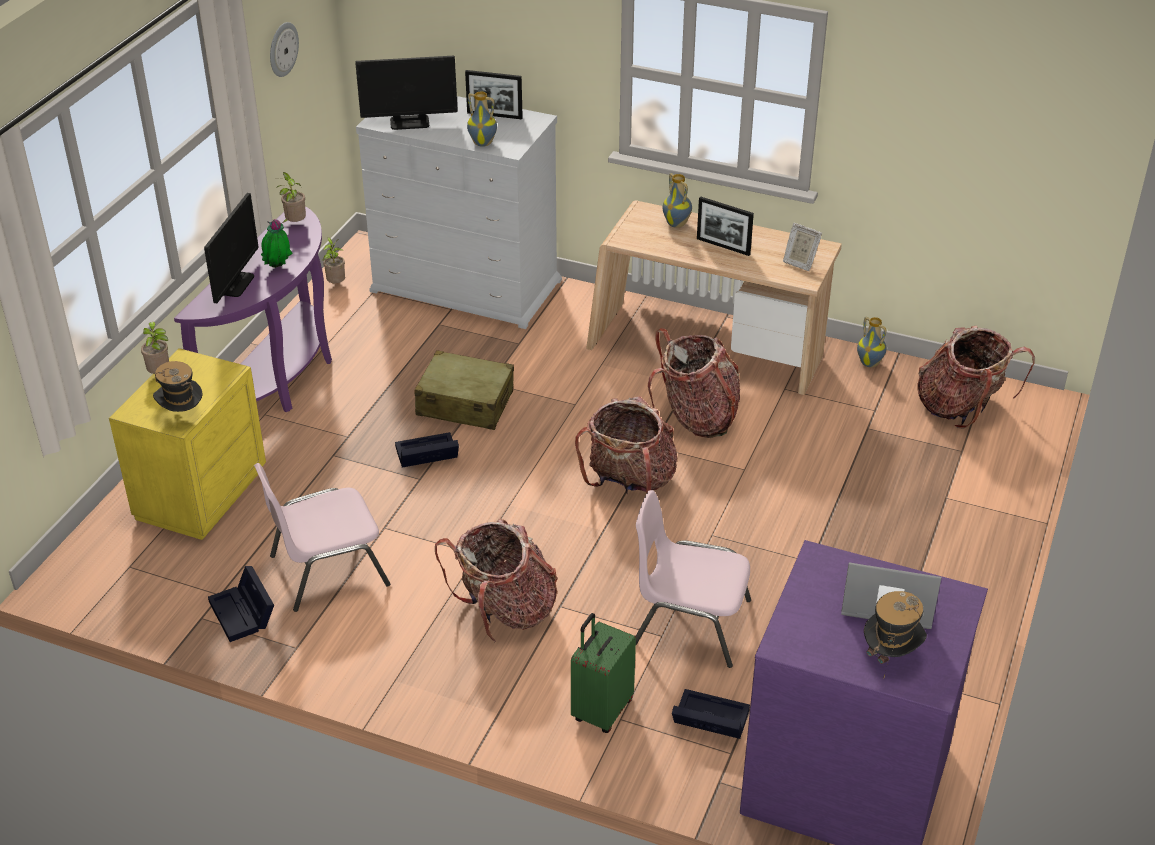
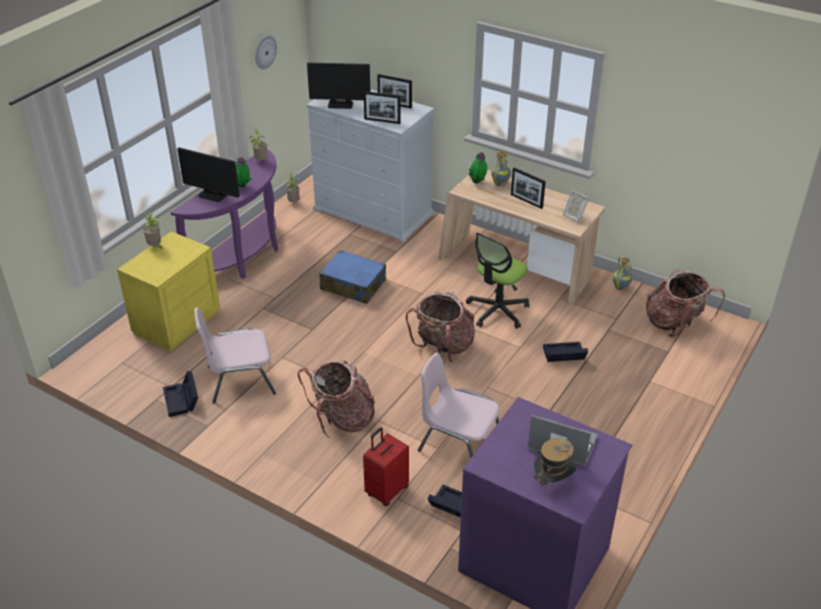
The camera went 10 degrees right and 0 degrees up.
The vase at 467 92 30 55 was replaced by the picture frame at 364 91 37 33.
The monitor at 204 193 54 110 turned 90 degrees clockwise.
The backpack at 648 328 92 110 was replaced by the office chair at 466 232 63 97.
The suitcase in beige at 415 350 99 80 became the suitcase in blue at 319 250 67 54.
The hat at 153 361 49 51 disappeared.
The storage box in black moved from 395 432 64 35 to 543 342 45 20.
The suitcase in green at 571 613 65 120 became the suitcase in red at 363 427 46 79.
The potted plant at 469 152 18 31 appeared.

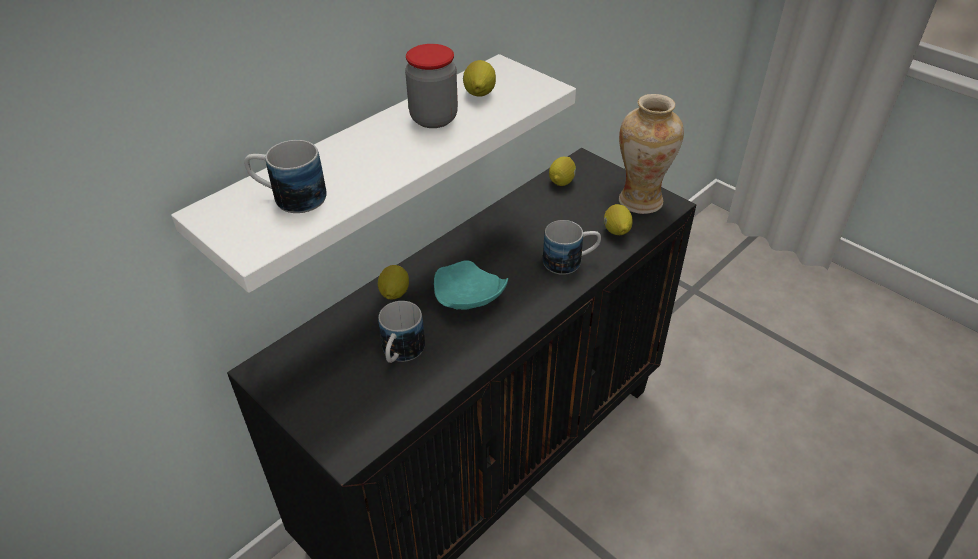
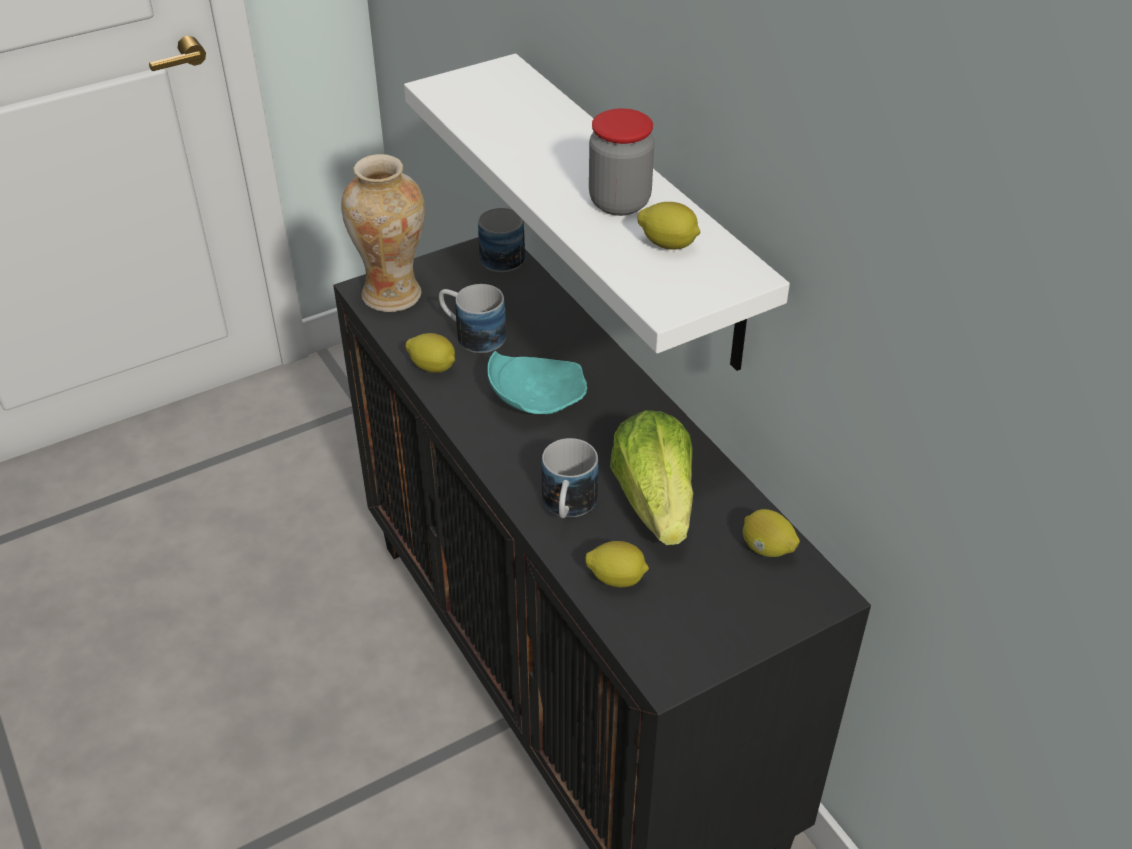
The camera went 105 degrees right and 0 degrees up.
The vase moved from 619 94 65 120 to 341 154 84 158.
The mug moved from 244 140 83 73 to 478 208 47 64.
The lemon moved from 378 265 31 34 to 405 333 50 40.
The lettuce at 610 410 83 135 appeared.

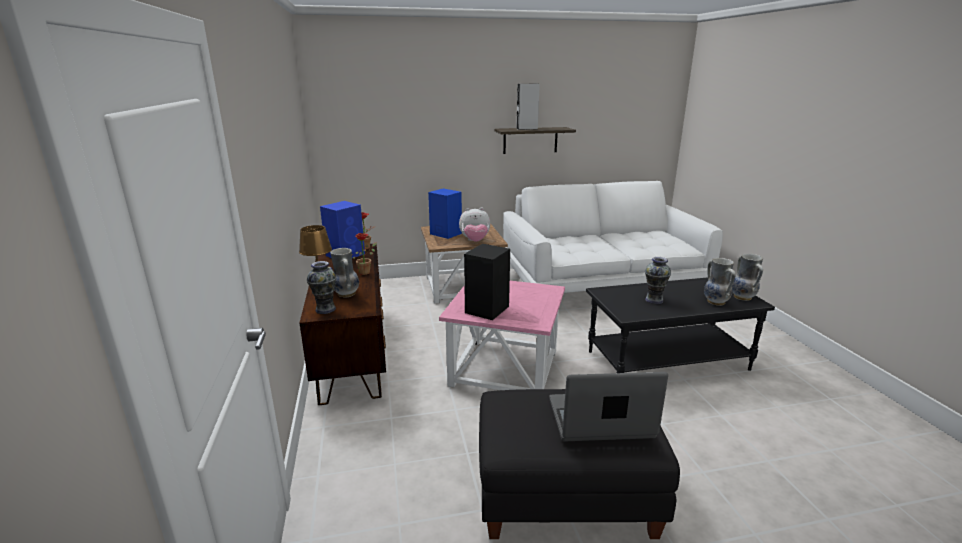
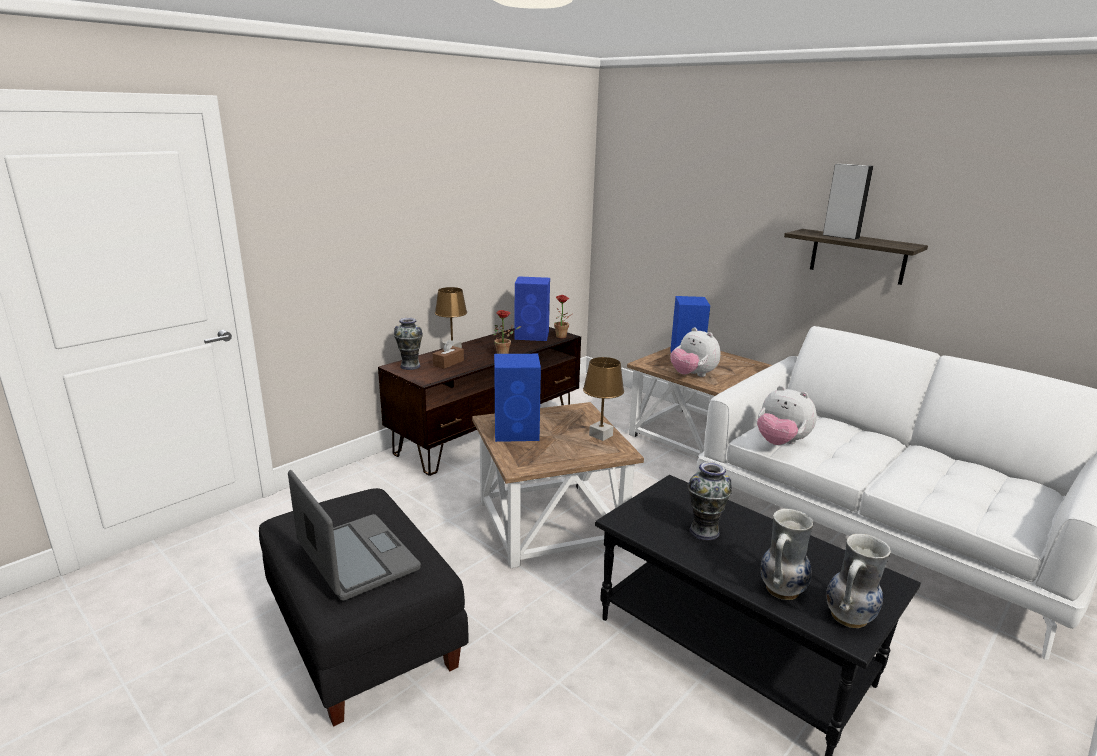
The camera went 55 degrees right and 0 degrees up.
The speaker in black at 464 244 46 76 became the speaker in blue at 494 354 47 88.
The vase at 330 248 29 49 was replaced by the tissue box in brown at 433 340 31 29.
The side table in pink at 439 281 126 109 became the side table in brown at 472 402 172 166.
The table lamp in brown at 583 357 41 84 appeared.
The plush toy at 757 386 60 59 appeared.

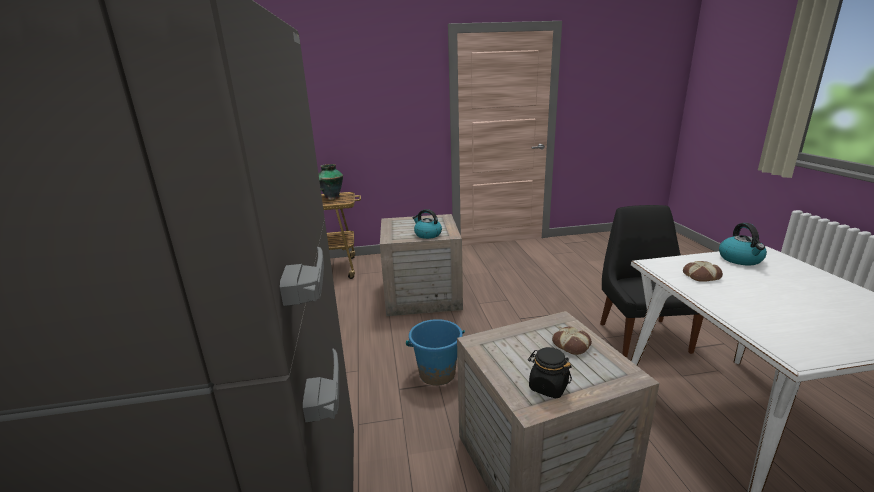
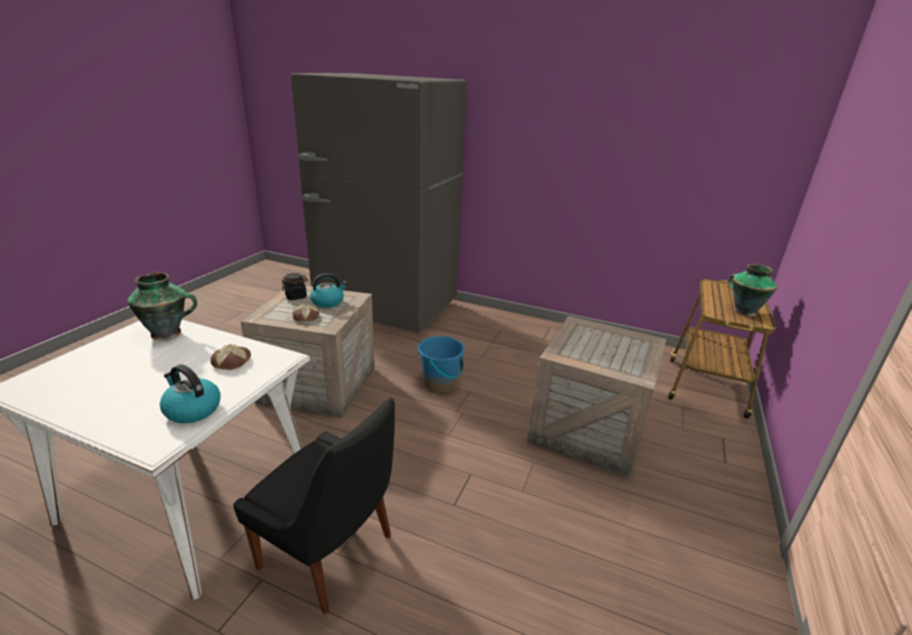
The camera went 120 degrees right and 5 degrees up.
The kettle moved from 413 209 29 30 to 310 273 38 35.
The vase at 127 273 70 67 appeared.

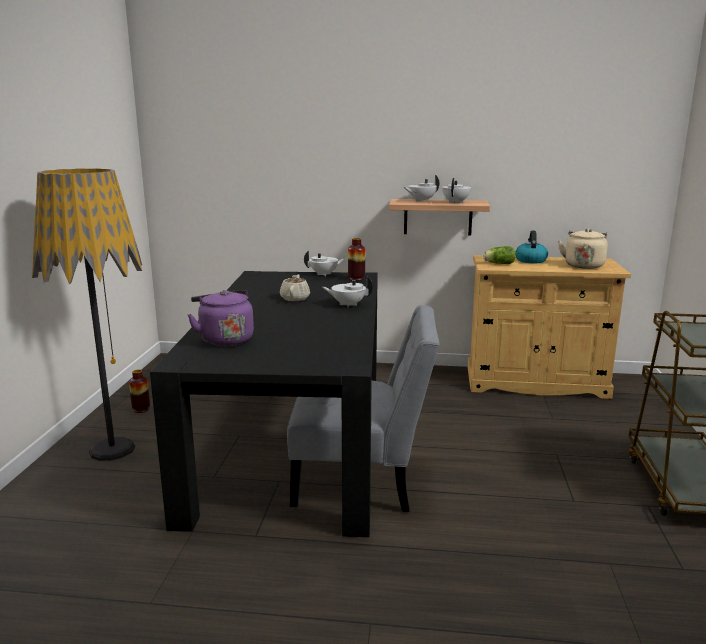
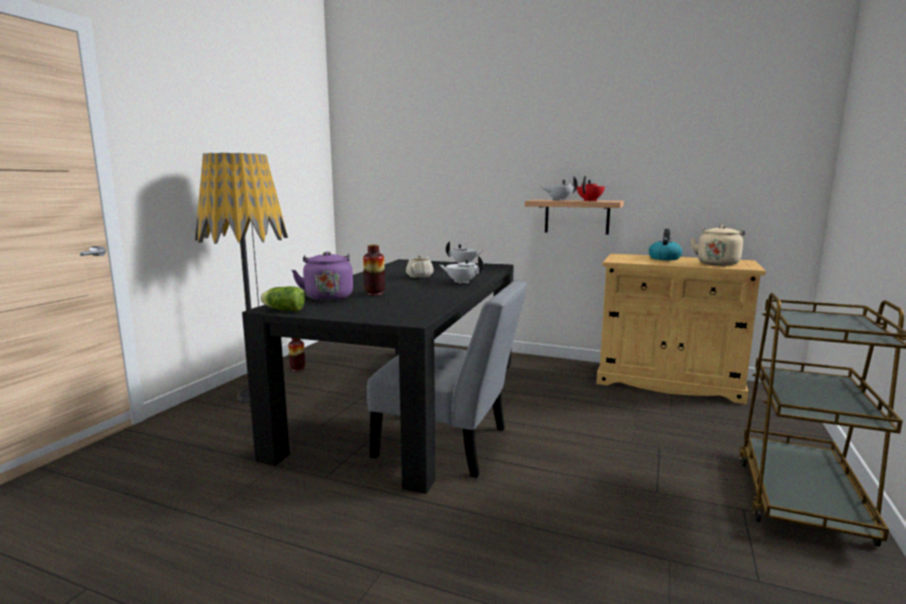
The camera went 15 degrees right and 5 degrees down.
The teapot in white at 442 178 29 26 became the teapot in red at 577 176 28 25.
The vase moved from 348 238 17 43 to 363 245 22 51.
The lettuce moved from 483 246 33 18 to 261 286 44 25.

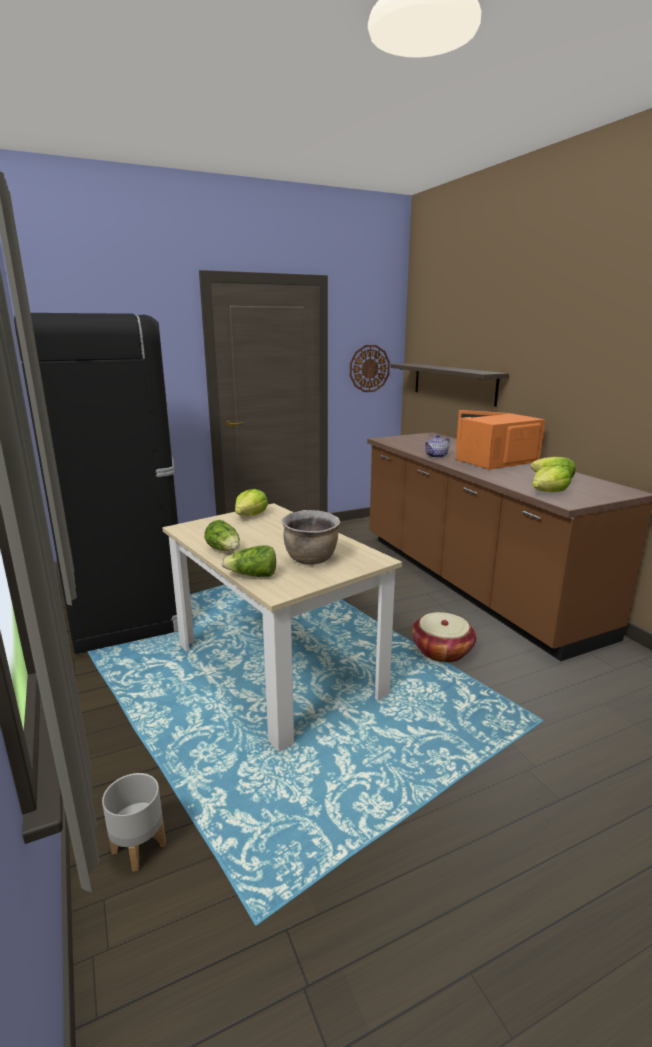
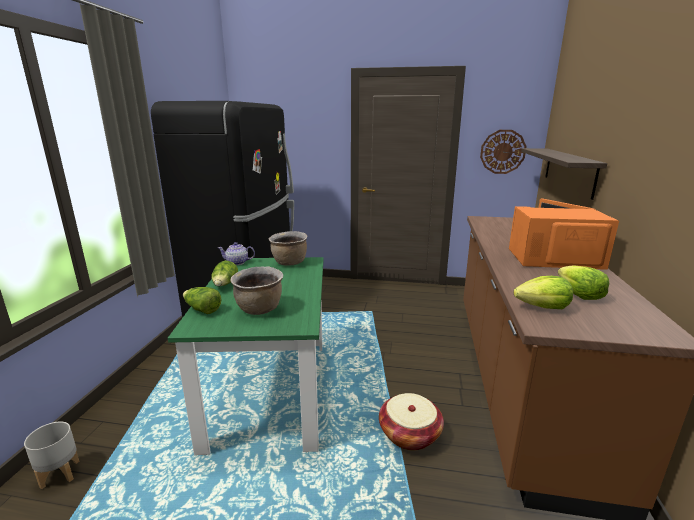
The camera went 35 degrees right and 0 degrees up.
The teapot moved from 424 435 26 23 to 218 242 37 23.
The lettuce at 235 489 33 27 was replaced by the cooking pot in brown at 269 231 38 35.
The dining table in beige at 162 503 240 249 became the dining table in green at 168 257 155 198.

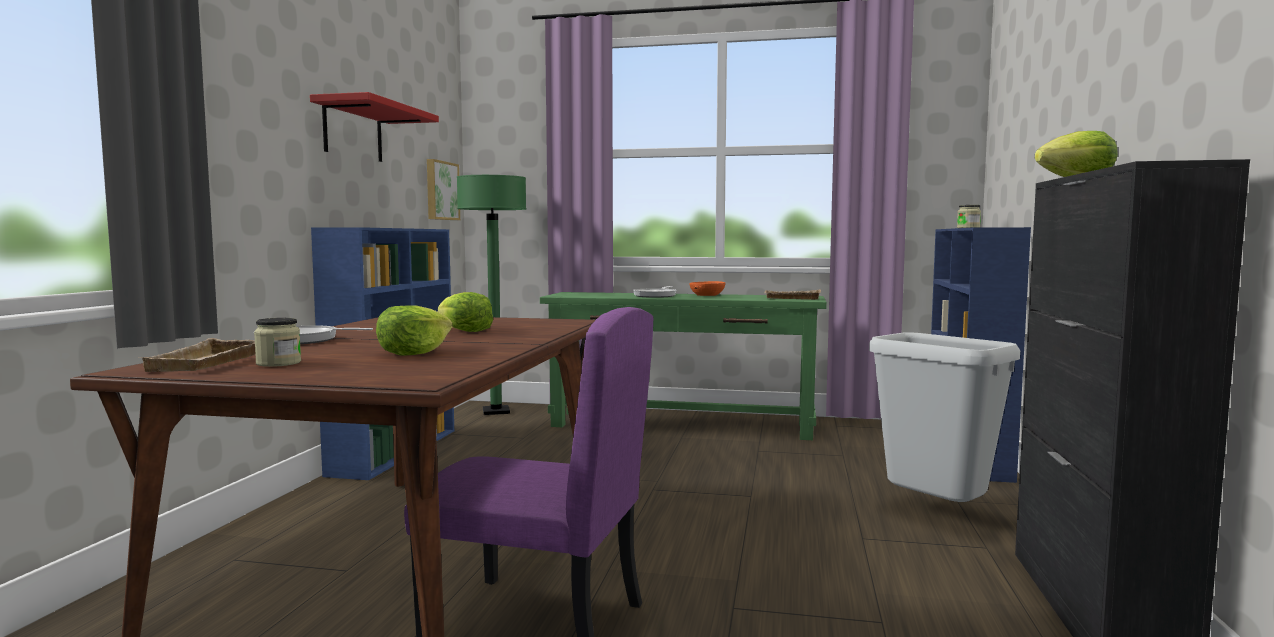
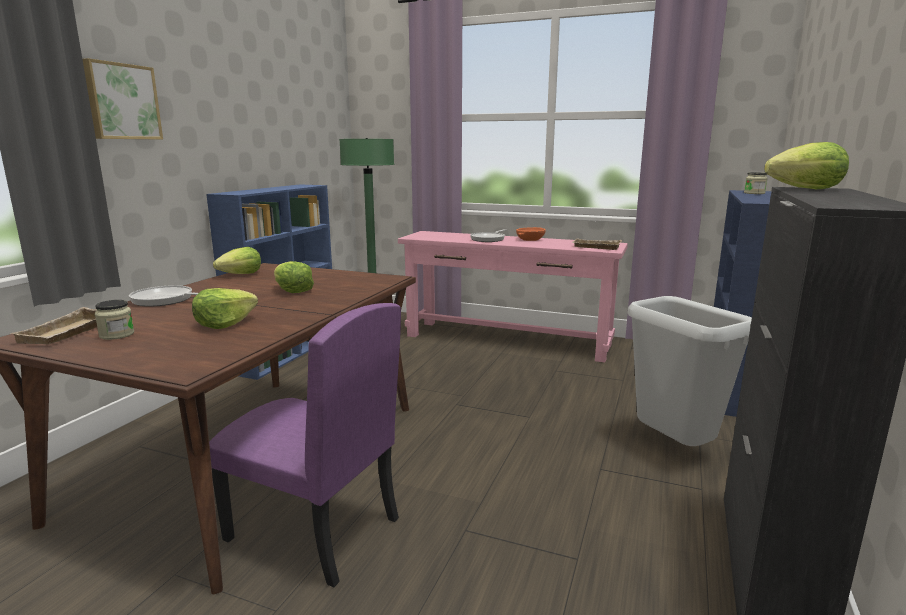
The camera went 10 degrees right and 10 degrees up.
The shelf in red at 310 92 129 70 disappeared.
The picture moved from 427 159 33 61 to 82 58 81 81.
The console table in green at 540 292 287 148 became the console table in pink at 398 231 230 132.
The lettuce at 213 247 48 27 appeared.

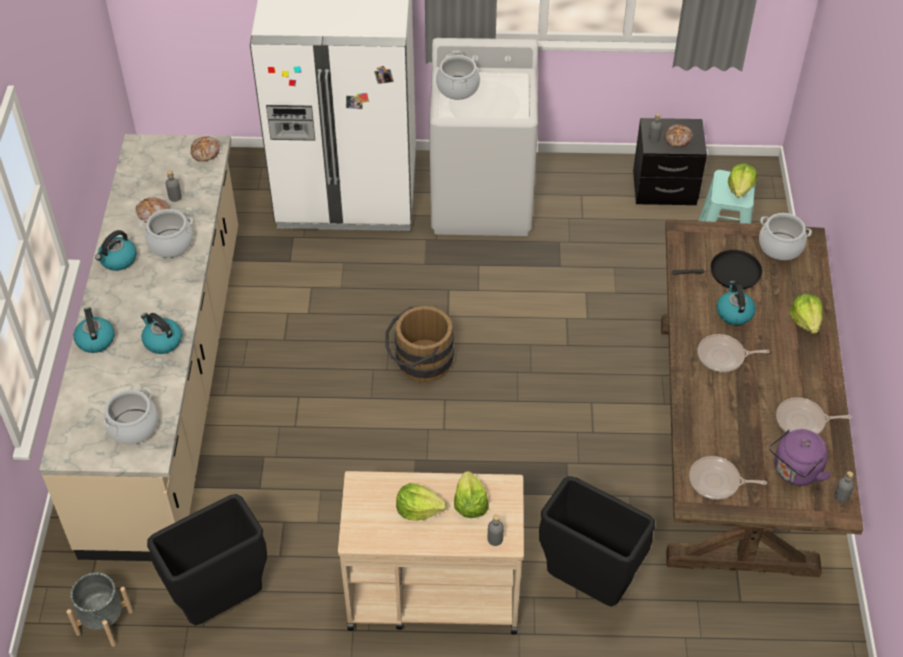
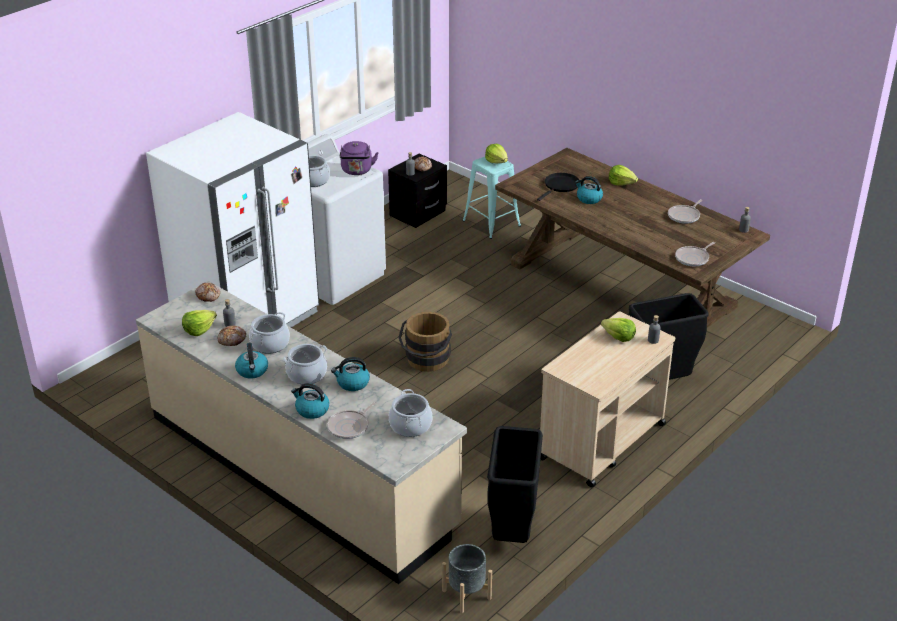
The camera went 50 degrees left and 15 degrees down.
The cooking pot moved from 759 213 53 47 to 283 344 44 41.
The frying pan moved from 698 334 72 38 to 327 402 50 37.
The kettle in purple moved from 769 429 63 57 to 340 141 39 34.
The lettuce moved from 396 483 51 37 to 182 310 35 26.

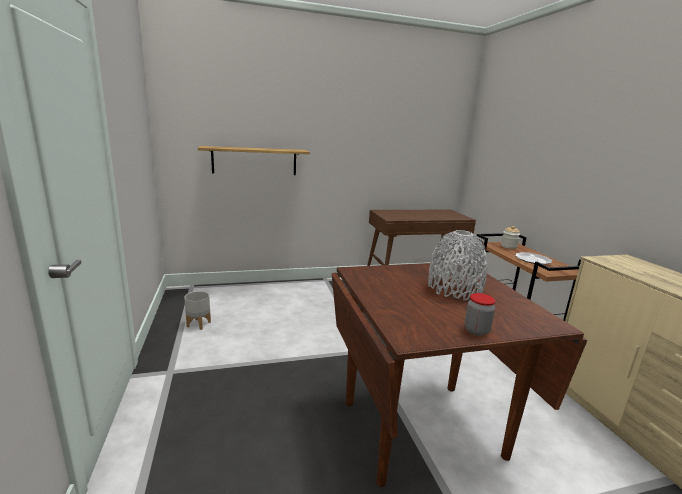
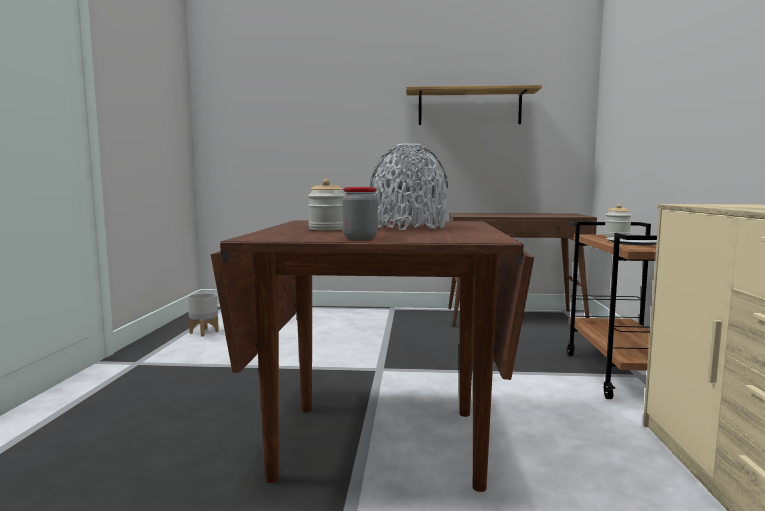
The camera went 20 degrees right and 10 degrees down.
The shelf moved from 198 146 112 29 to 406 85 136 40.
The jar at 308 179 37 52 appeared.

